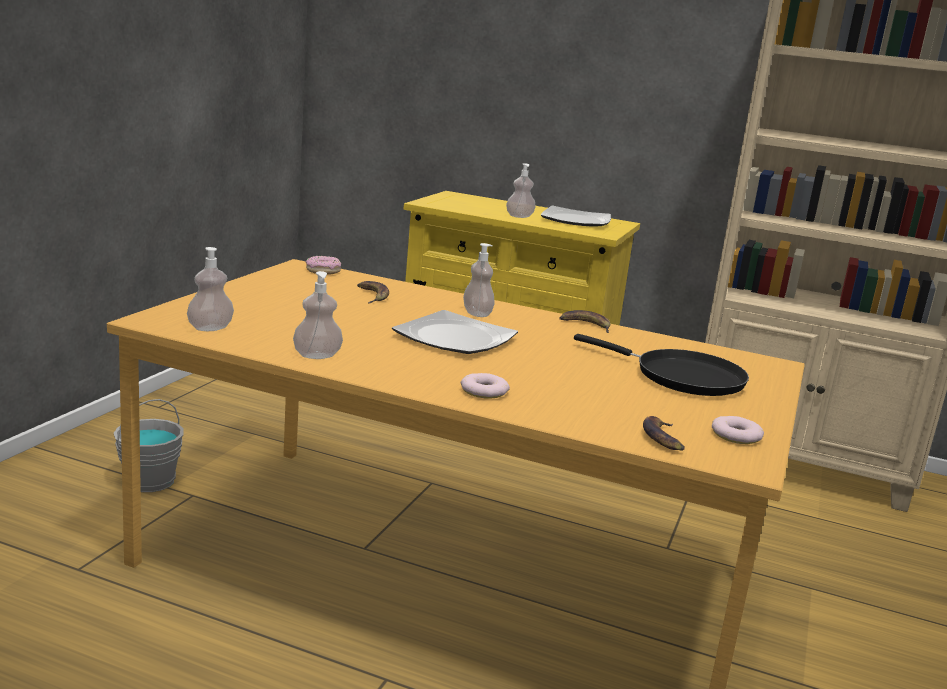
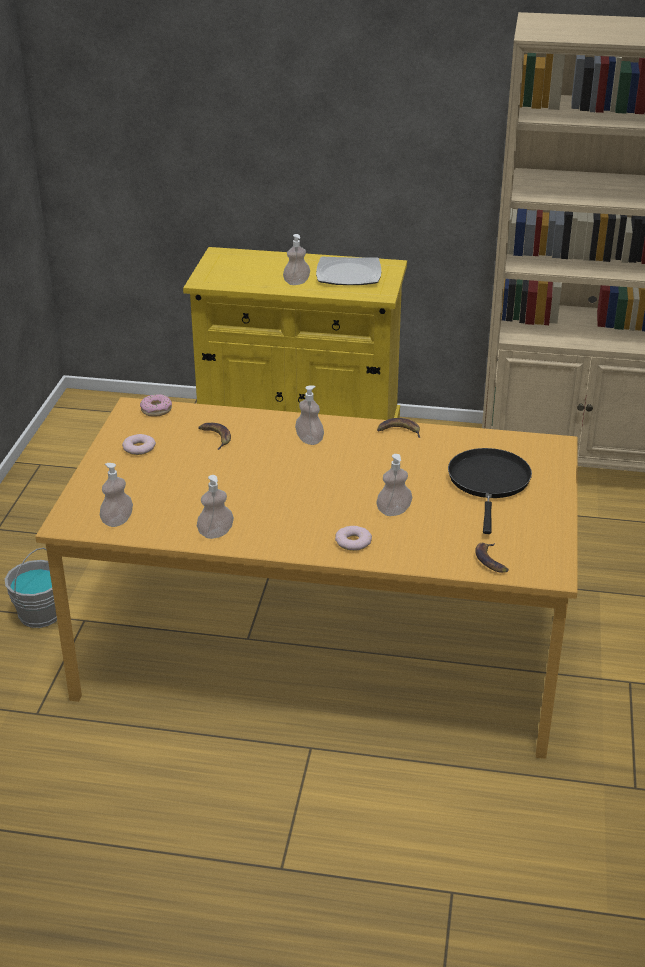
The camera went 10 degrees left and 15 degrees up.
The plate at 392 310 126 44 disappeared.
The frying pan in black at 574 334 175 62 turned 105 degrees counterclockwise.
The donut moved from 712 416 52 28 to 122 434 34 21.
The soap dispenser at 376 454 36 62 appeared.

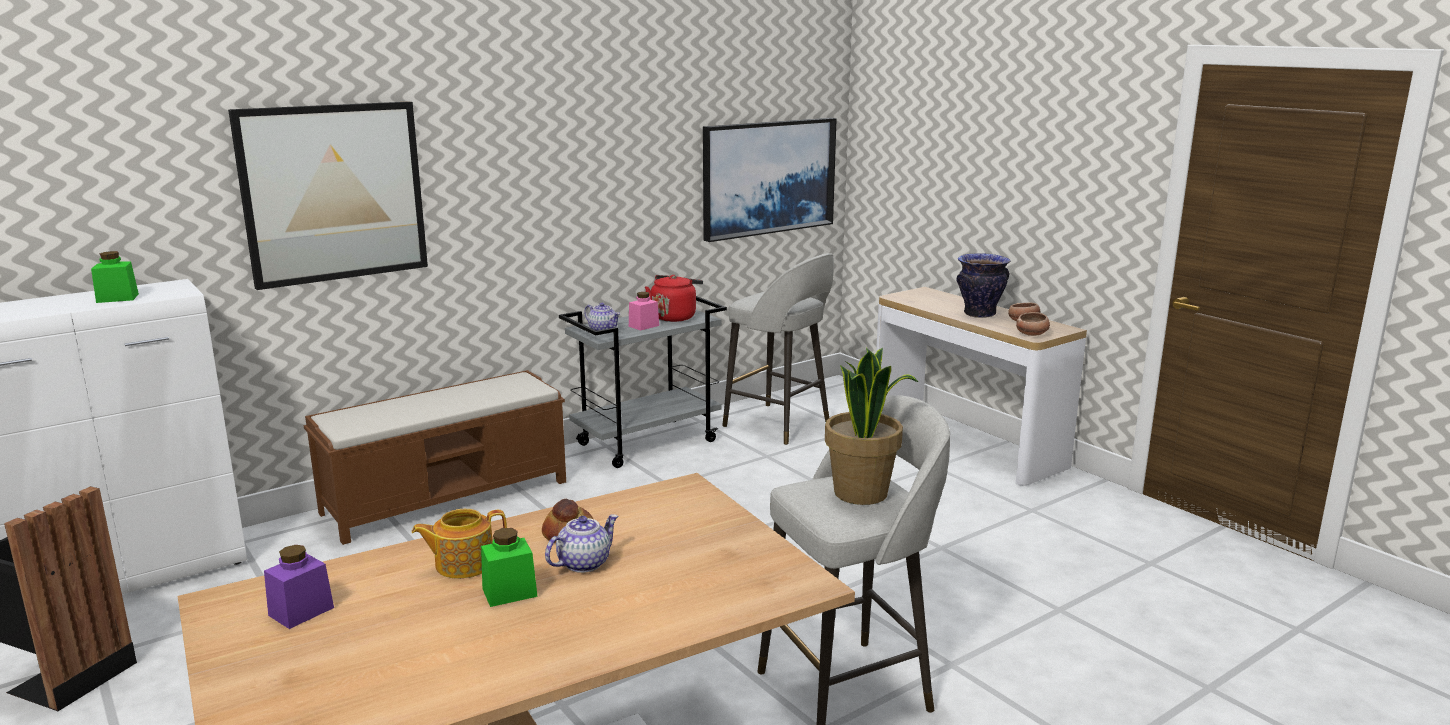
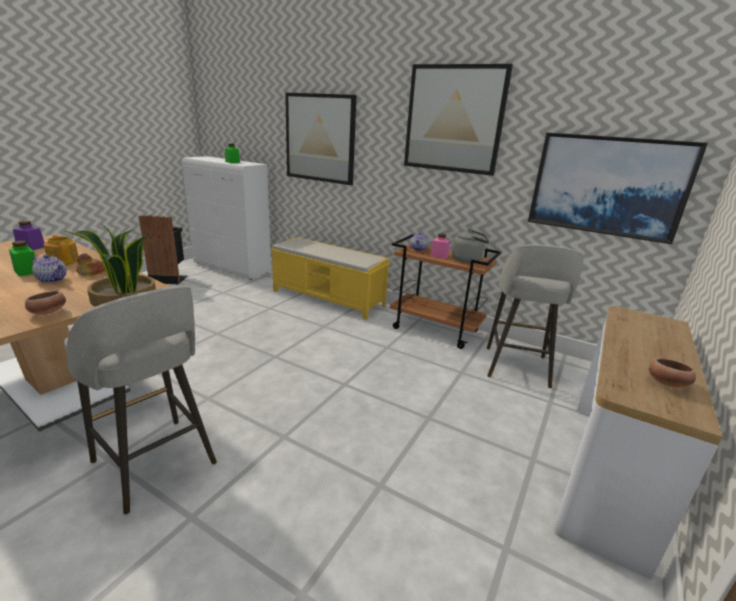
The camera went 65 degrees right and 5 degrees up.
The vase at 957 253 54 65 disappeared.
The kettle in red at 645 275 58 47 became the kettle in grey at 452 229 37 34.
The cart in grey at 559 296 168 172 became the cart in brown at 390 234 111 115.
The bowl moved from 1016 312 34 24 to 25 291 41 24.
The bench in brown at 304 370 262 175 became the bench in yellow at 270 237 120 82.
The picture at 404 64 109 112 appeared.

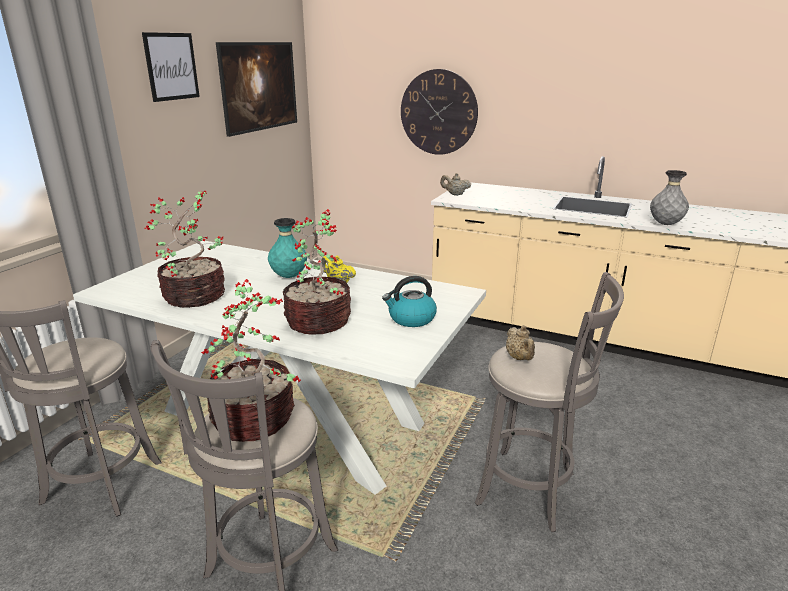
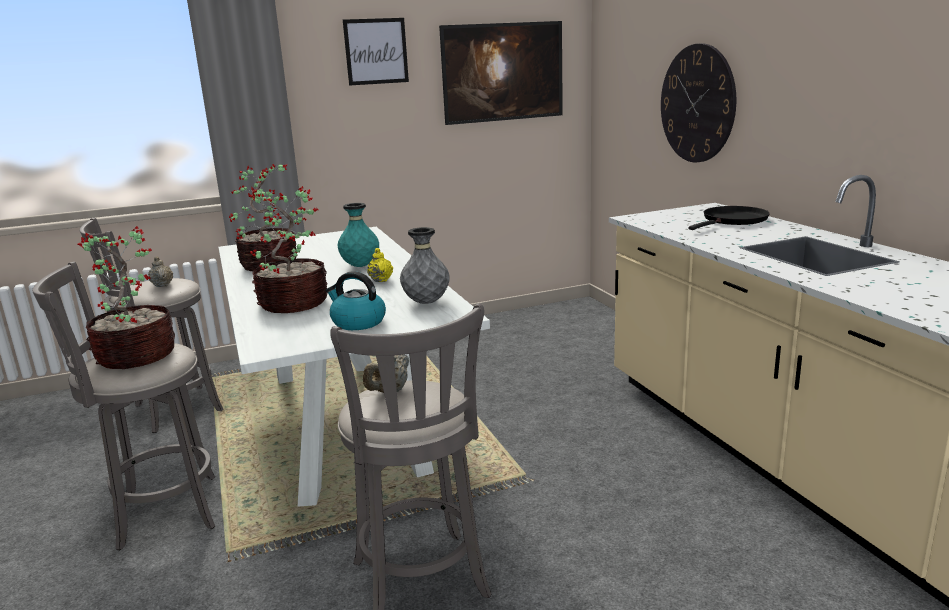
The camera went 45 degrees right and 5 degrees down.
The vase in grey moved from 650 170 39 55 to 400 227 50 77.
The teapot in beige moved from 440 173 31 23 to 148 256 25 31.
The frying pan in black at 688 206 82 24 appeared.

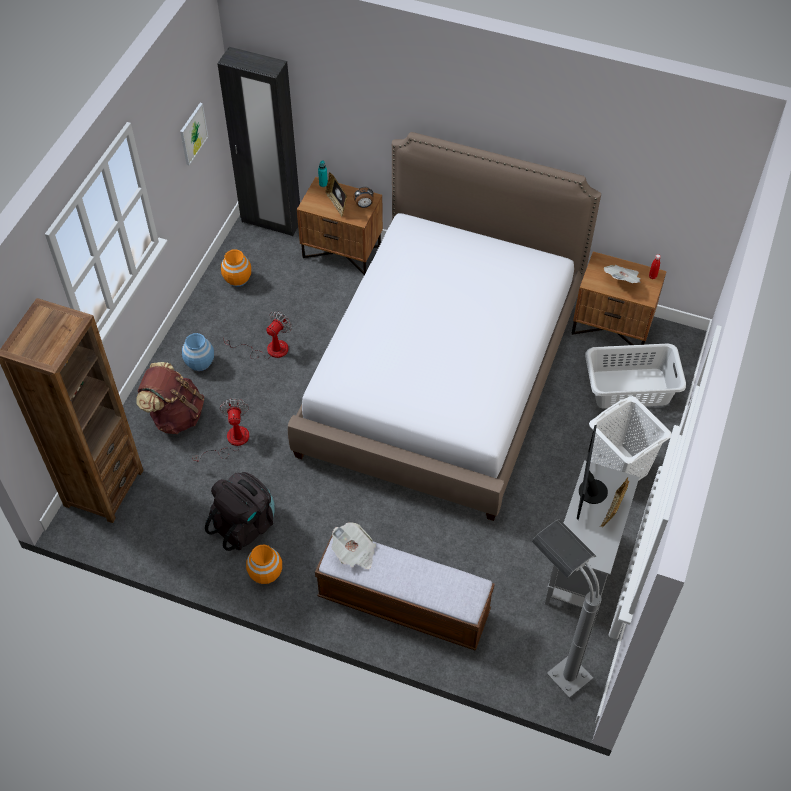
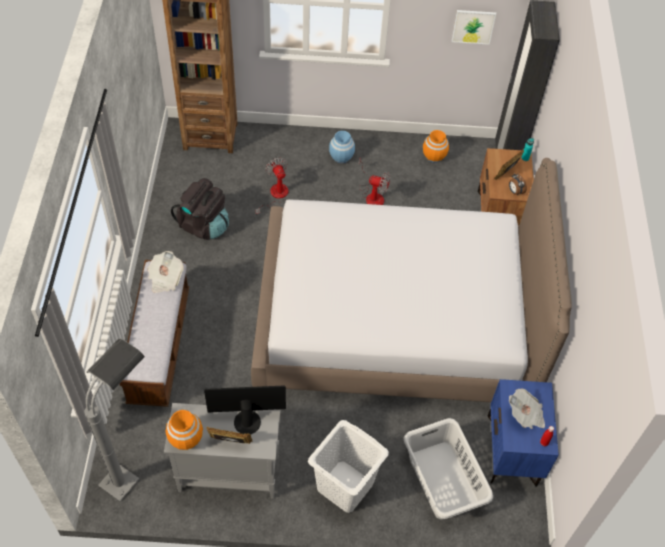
The camera went 70 degrees right and 0 degrees up.
The nightstand in brown at 572 252 95 93 became the nightstand in blue at 488 379 71 107.
The backpack in brown at 136 362 68 72 disappeared.
The fan at 192 398 58 64 turned 90 degrees counterclockwise.
The vase in orange moved from 246 545 36 39 to 166 410 37 40.

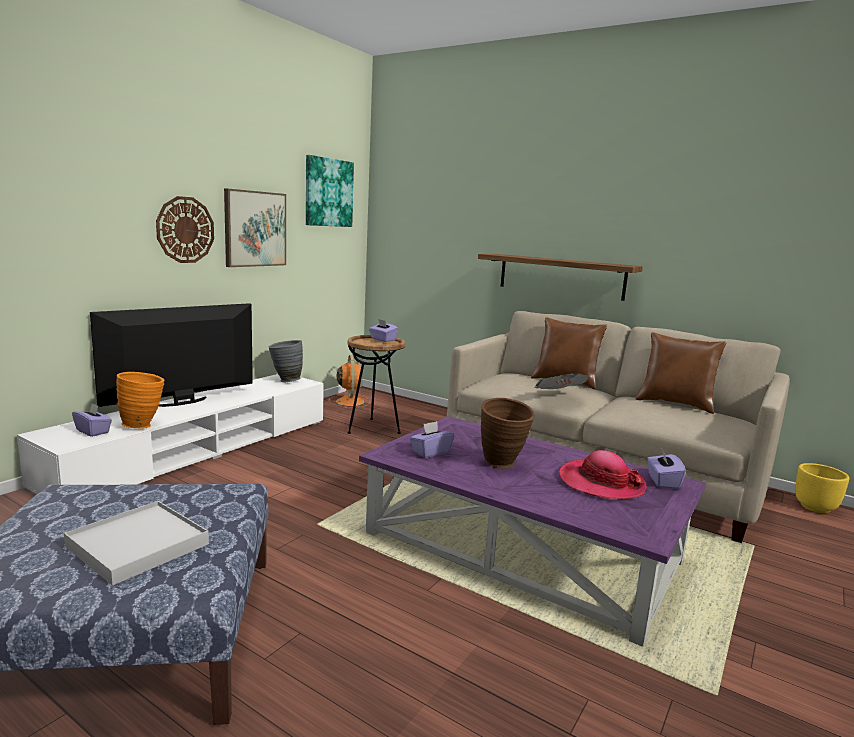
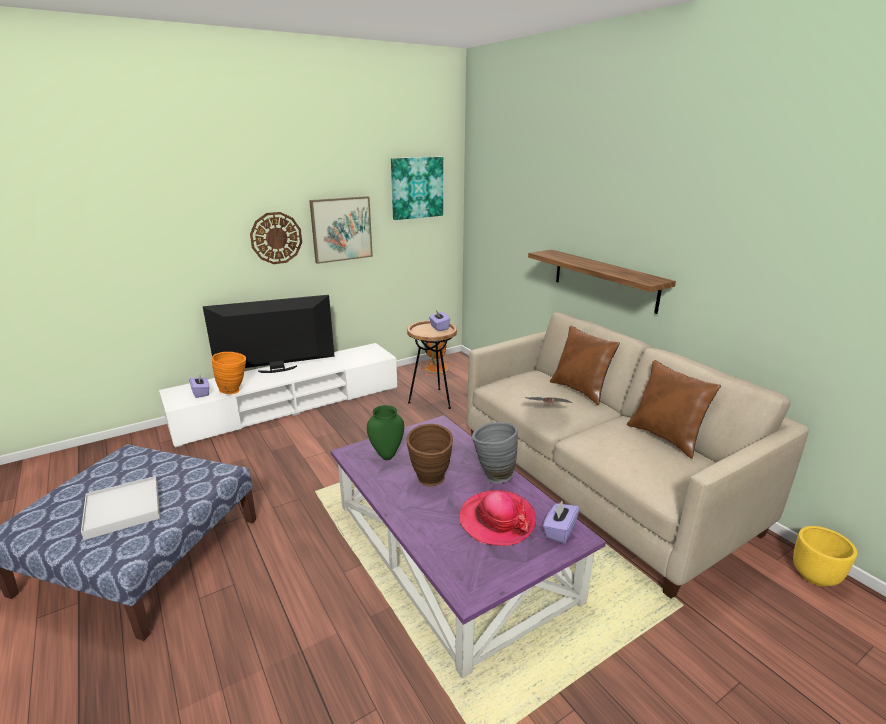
The camera went 25 degrees right and 10 degrees up.
The vase in grey moved from 268 340 35 42 to 472 422 46 61.
The tissue box in purple at 410 421 44 37 was replaced by the vase in green at 367 405 37 55.

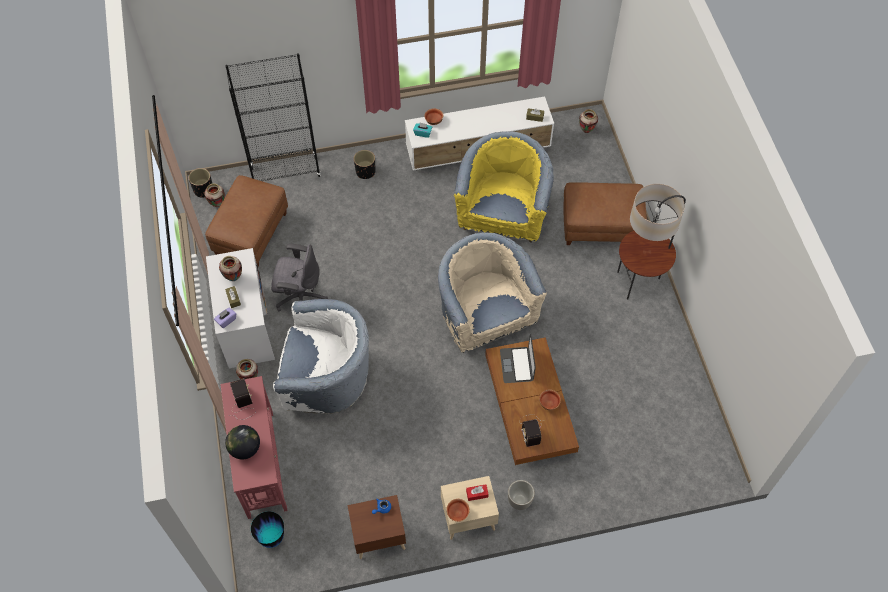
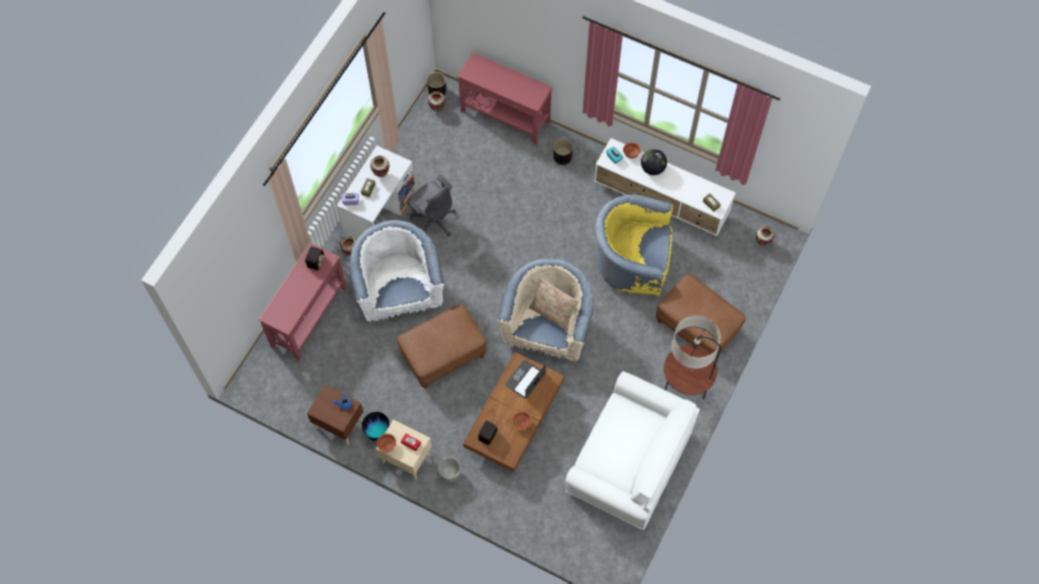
The camera went 40 degrees right and 5 degrees up.
The bookcase in black at 225 53 96 128 was replaced by the console table in red at 457 53 96 92.
The armchair in yellow at 454 131 100 111 turned 135 degrees counterclockwise.
The ottoman in brown moved from 205 175 83 92 to 397 304 89 84.
The armchair in white at 273 299 96 116 turned 150 degrees counterclockwise.
The globe moved from 225 425 35 34 to 641 149 26 26.
The vase moved from 251 511 33 37 to 362 412 28 30.
The pillow in beige at 529 277 50 55 appeared.
The sofa in white at 565 371 135 159 appeared.

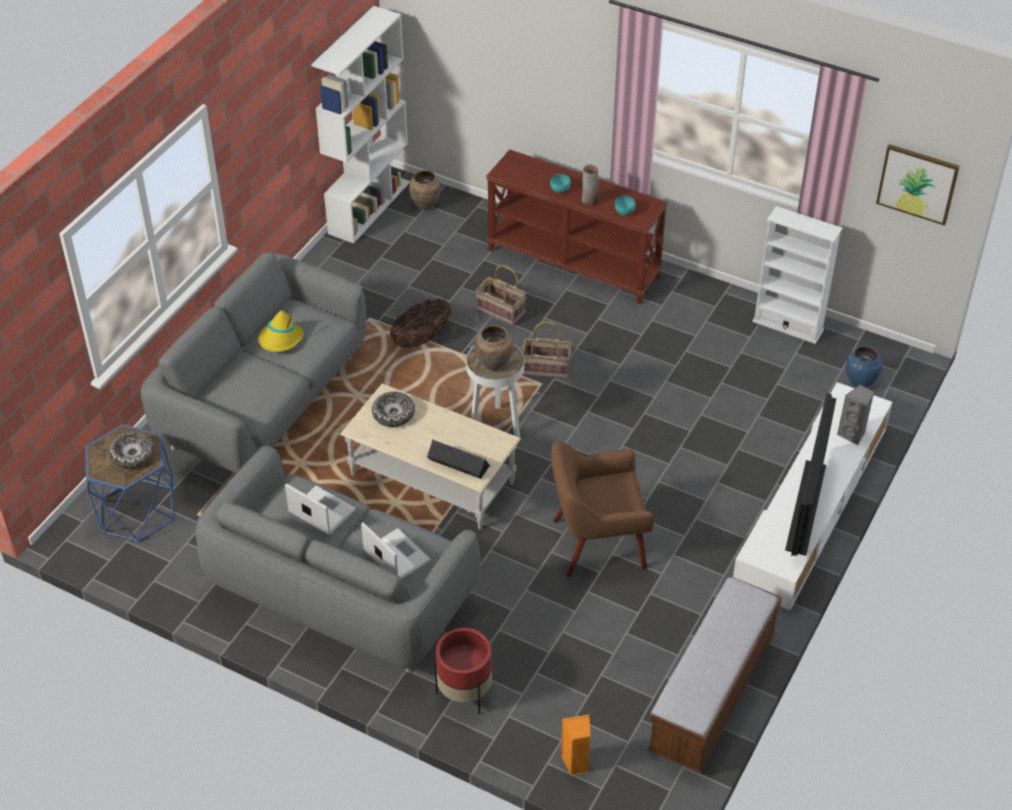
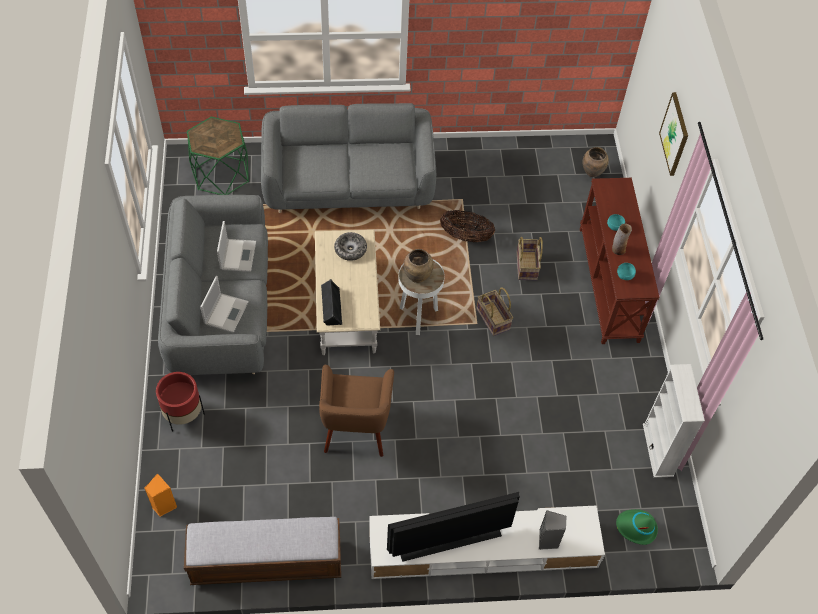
The camera went 55 degrees right and 10 degrees up.
The bookcase in white at 311 6 99 237 disappeared.
The picture moved from 876 144 84 82 to 659 92 29 84.
The hat in yellow at 259 311 44 41 disappeared.
The vase in blue at 846 346 36 42 was replaced by the hat in green at 616 509 42 36.
The side table in blue at 85 424 89 119 became the side table in green at 187 117 62 78.
The bowl at 109 431 46 38 disappeared.
The armchair in brown at 551 441 103 136 turned 135 degrees counterclockwise.

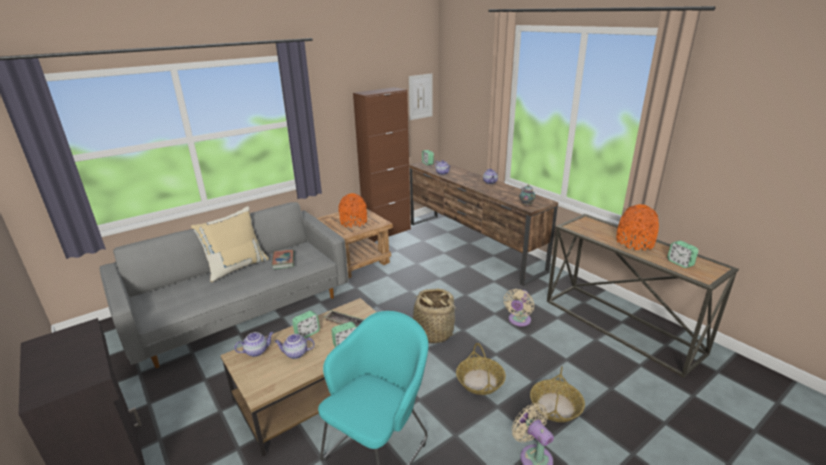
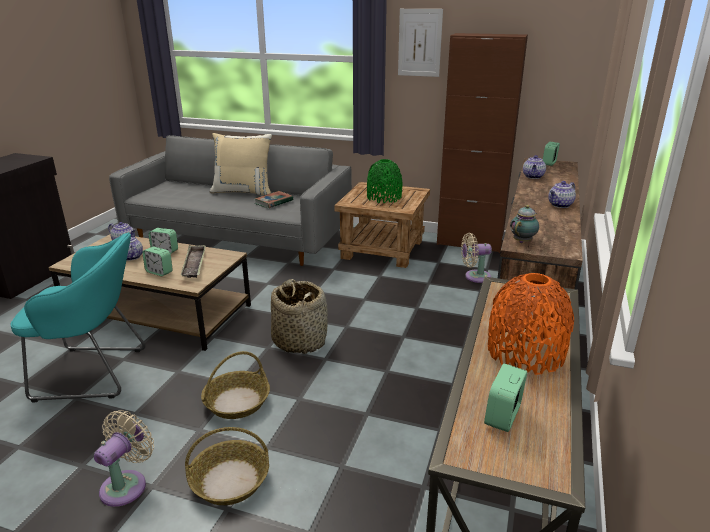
The camera went 55 degrees right and 0 degrees up.
The picture moved from 409 73 24 47 to 398 9 45 68.
The vase in orange at 338 193 29 35 became the vase in green at 367 159 36 44.
The fan in beige moved from 504 289 30 37 to 461 233 31 50.

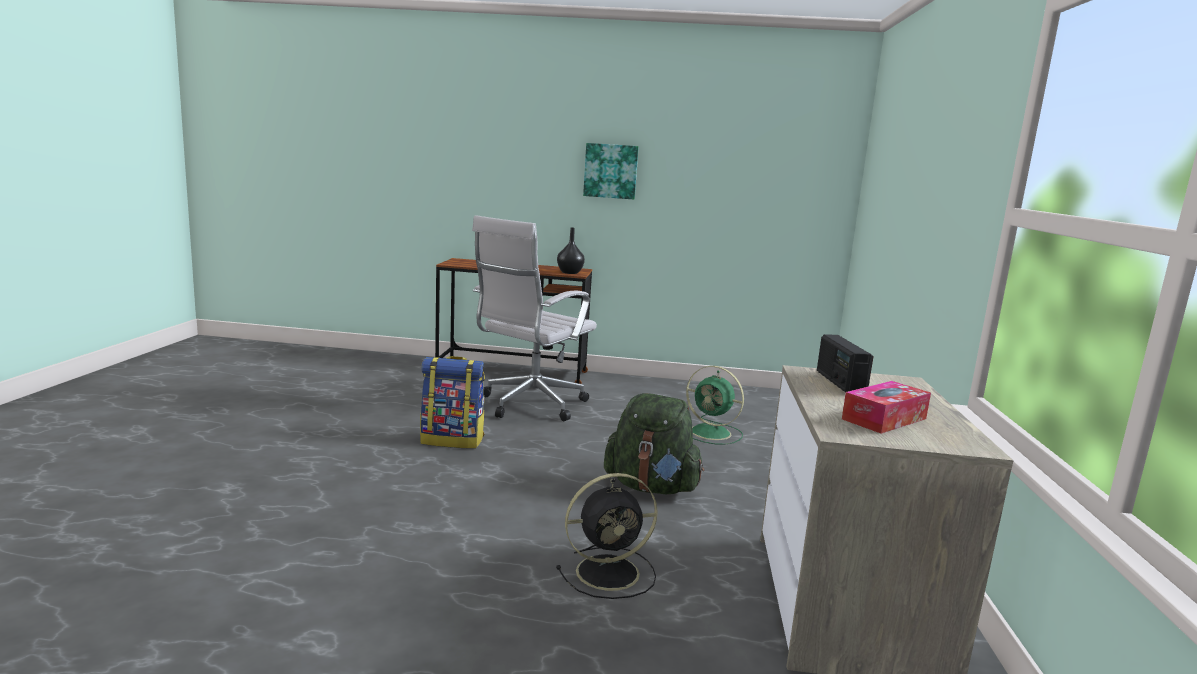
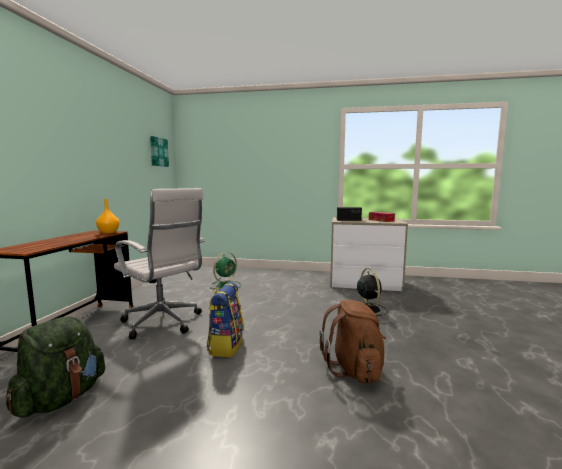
The camera went 85 degrees left and 5 degrees down.
The picture moved from 583 143 56 57 to 150 136 19 31.
The vase in black at 557 228 28 46 became the vase in orange at 96 199 23 35.
The backpack in green moved from 604 393 100 101 to 6 316 99 102.
The backpack in brown at 320 300 66 84 appeared.

